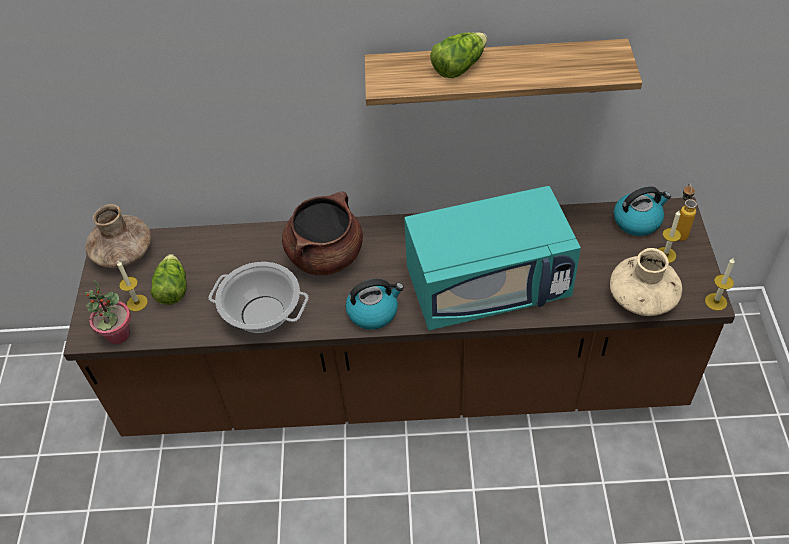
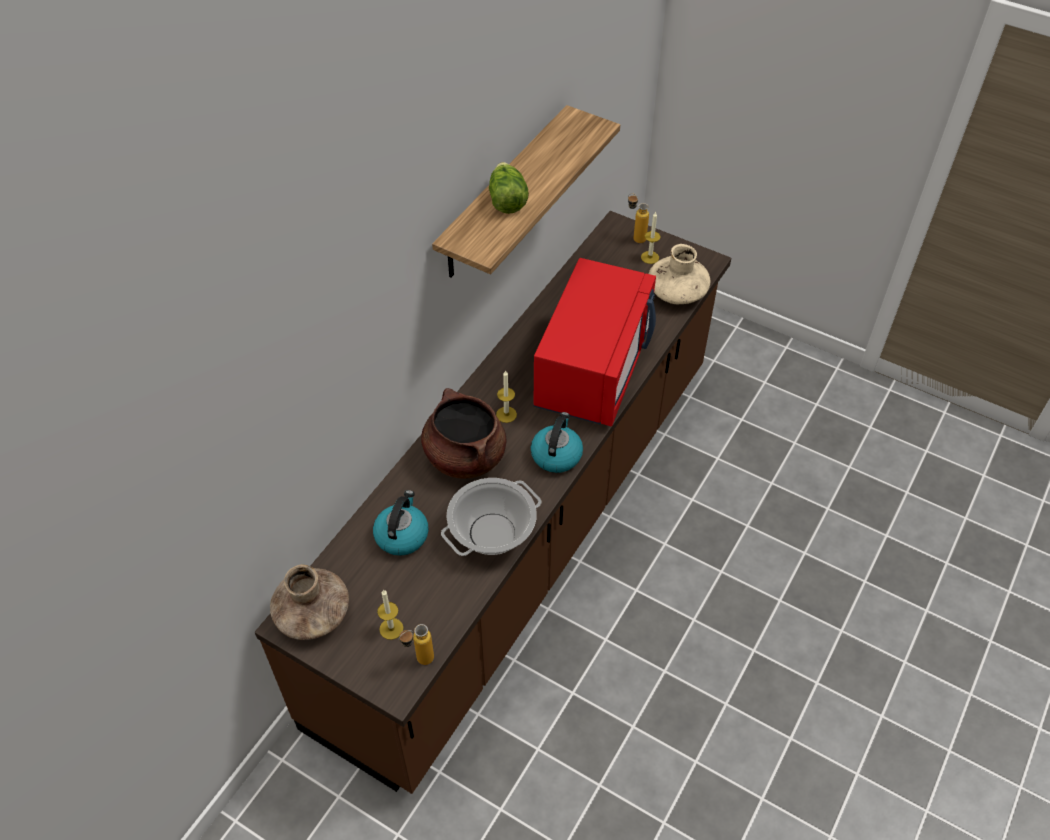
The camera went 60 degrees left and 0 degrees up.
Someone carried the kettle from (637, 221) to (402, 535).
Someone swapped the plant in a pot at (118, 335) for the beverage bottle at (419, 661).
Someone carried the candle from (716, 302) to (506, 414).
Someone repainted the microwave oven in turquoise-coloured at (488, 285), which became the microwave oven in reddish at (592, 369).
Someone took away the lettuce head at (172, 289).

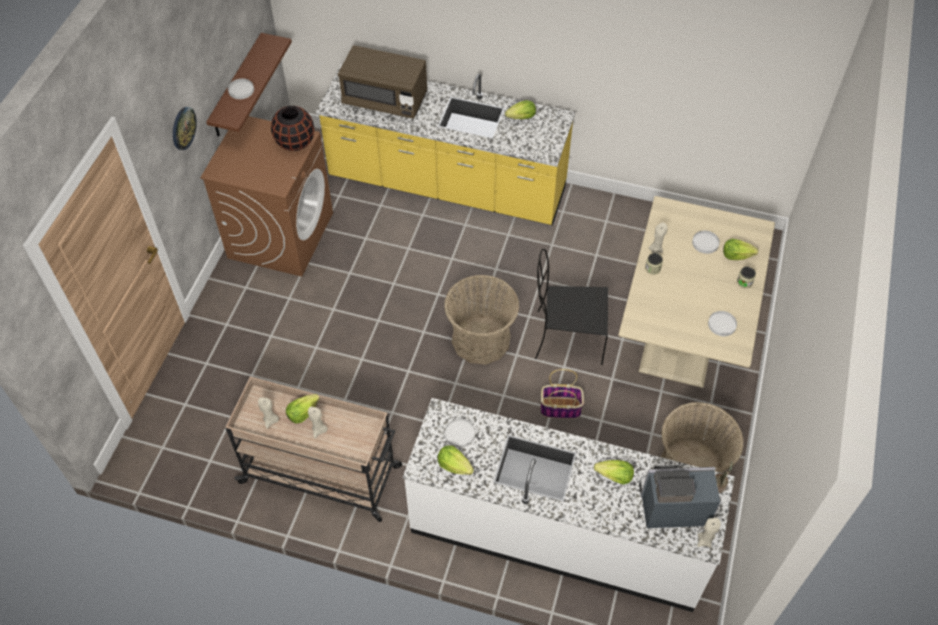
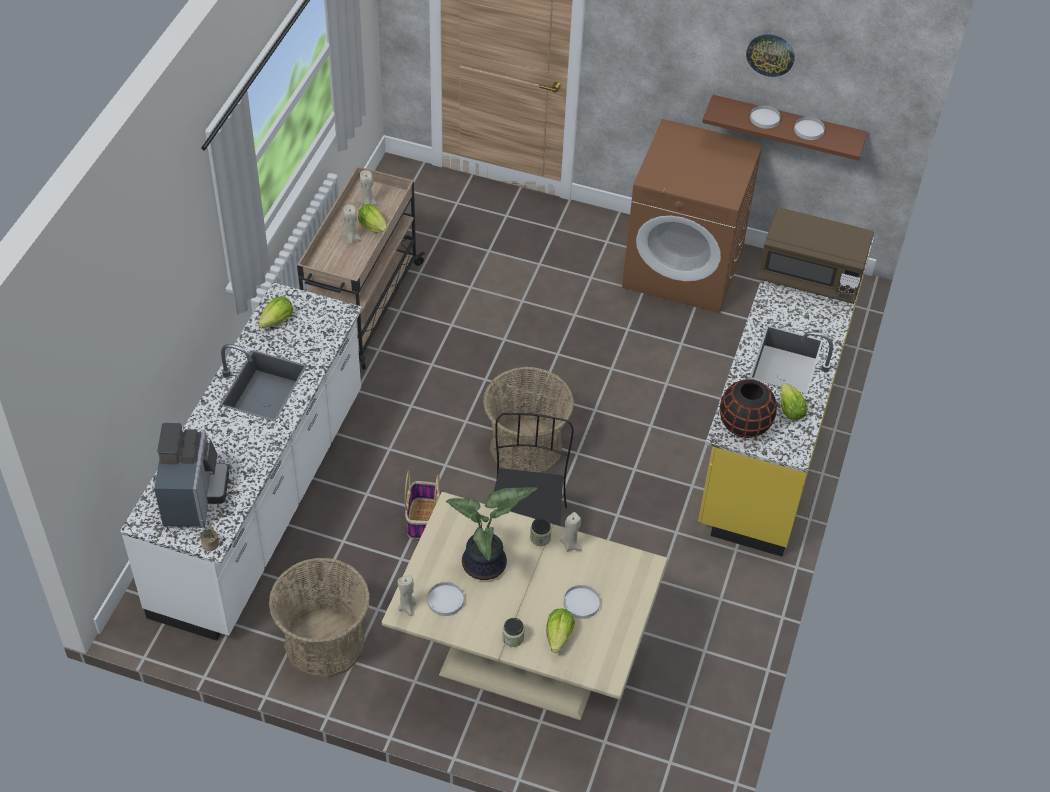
The camera went 90 degrees right and 5 degrees down.
Someone carried the candle in sand-coloured from (704, 540) to (407, 607).
Someone put down the plant in a pot at (486, 565).
Someone carried the decorative vase in black from (295, 142) to (744, 425).
Someone carried the wall clock from (183, 128) to (770, 54).
Someone rotated the microwave oven in brown-coloured at (385, 99) by 90 degrees counterclockwise.
Someone carried the dinner plate in whitish from (460, 434) to (808, 130).
Someone took away the lettuce head at (614, 476).

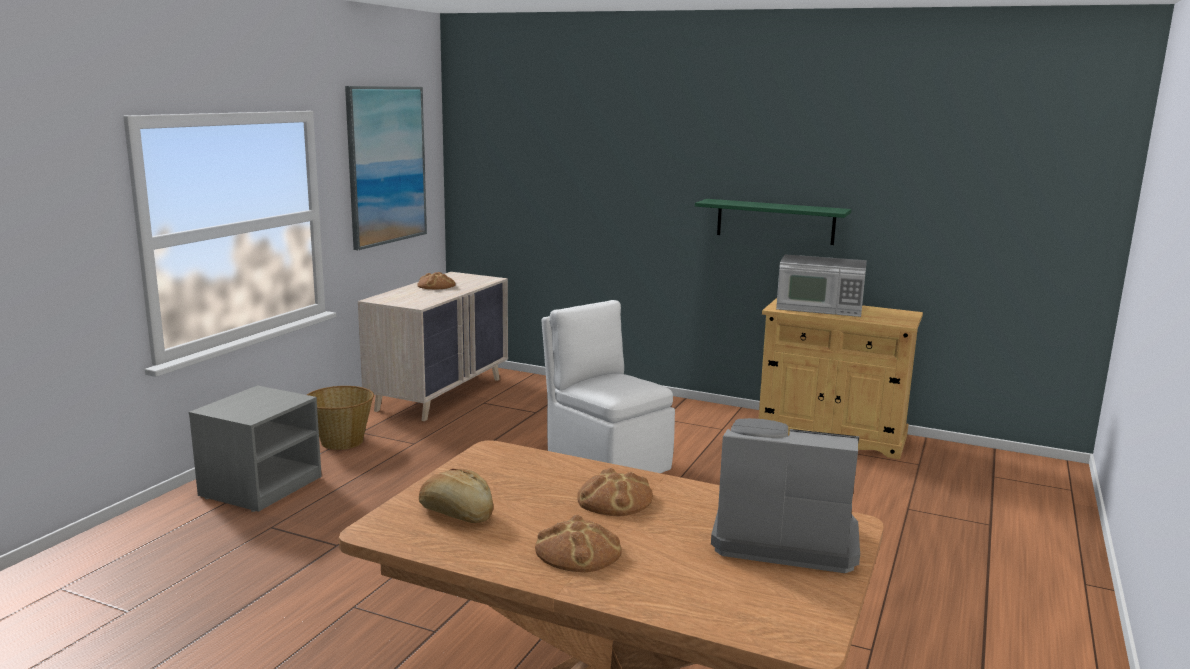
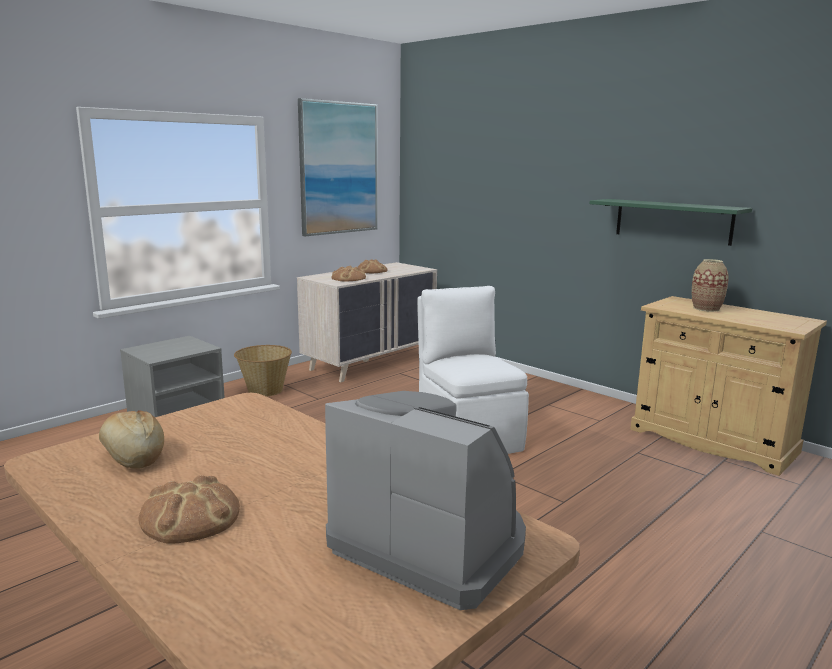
The camera went 20 degrees right and 0 degrees up.
Someone carried the bread from (614, 499) to (348, 278).
Someone swapped the microwave oven at (819, 308) for the decorative vase at (706, 308).

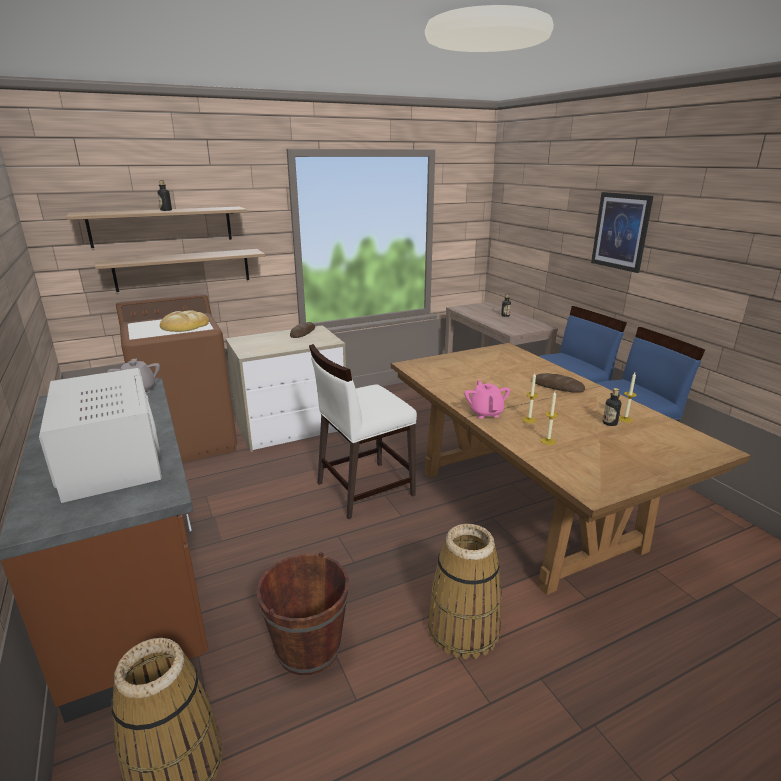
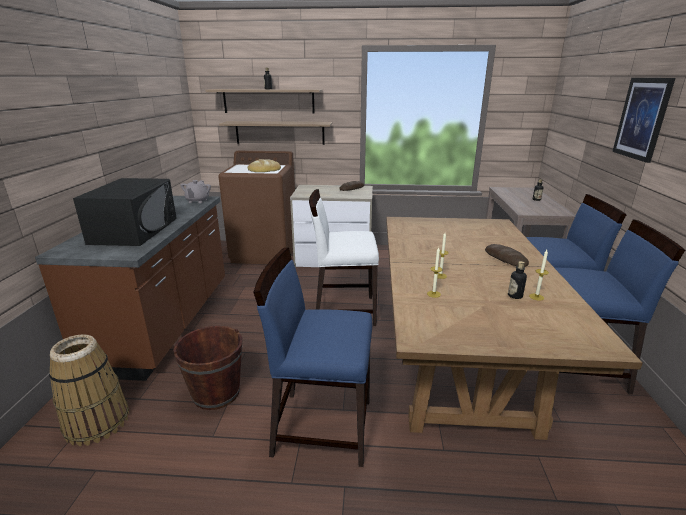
The camera went 30 degrees right and 0 degrees up.
Someone repainted the microwave oven in whitish at (111, 459), which became the microwave oven in black at (135, 230).
Someone swapped the basket at (463, 628) for the upright chair in bluish at (321, 426).
Someone took away the pot for tea in pinkish at (485, 413).

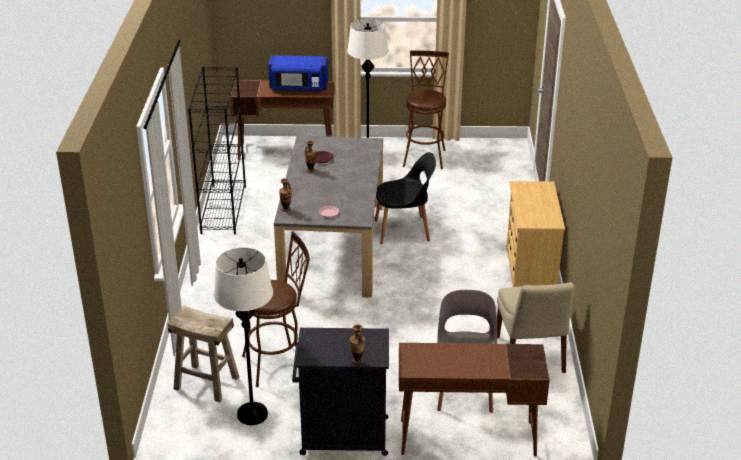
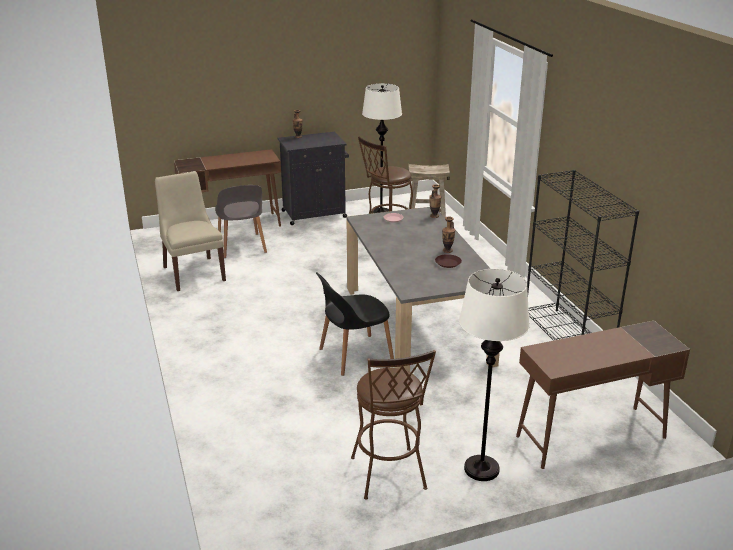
The camera went 160 degrees right and 5 degrees down.
Someone took away the microwave oven in bluish at (298, 87).
Someone took away the drawer chest in sand-coloured at (530, 271).

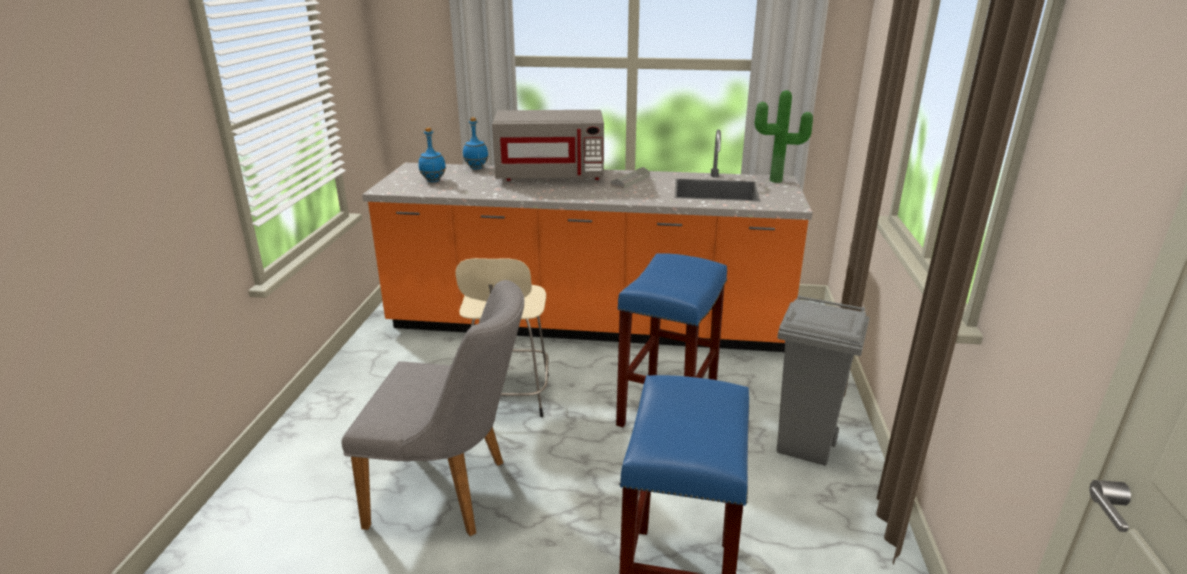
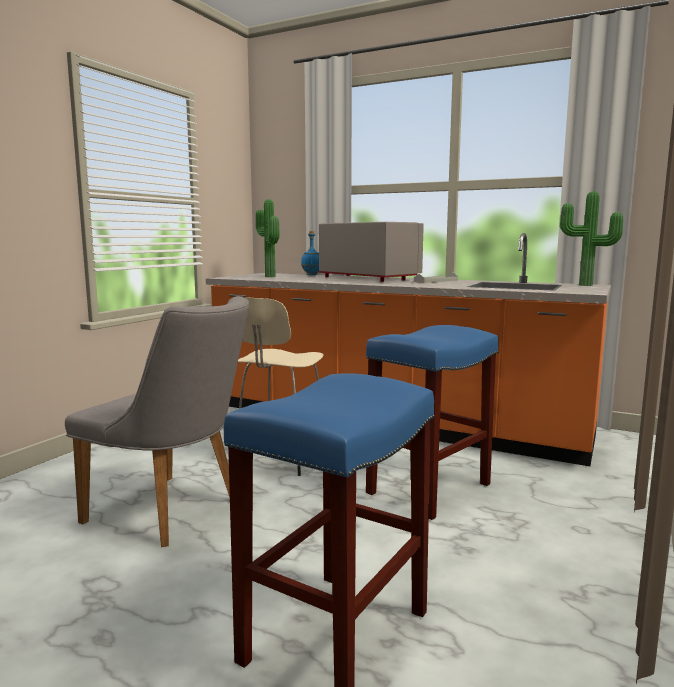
The camera went 20 degrees right and 15 degrees down.
Someone swapped the beverage bottle in bluish at (433, 181) for the plant in a pot at (268, 276).
Someone rotated the microwave oven in grey at (551, 176) by 150 degrees counterclockwise.
Someone took away the waste bin in grey at (805, 447).

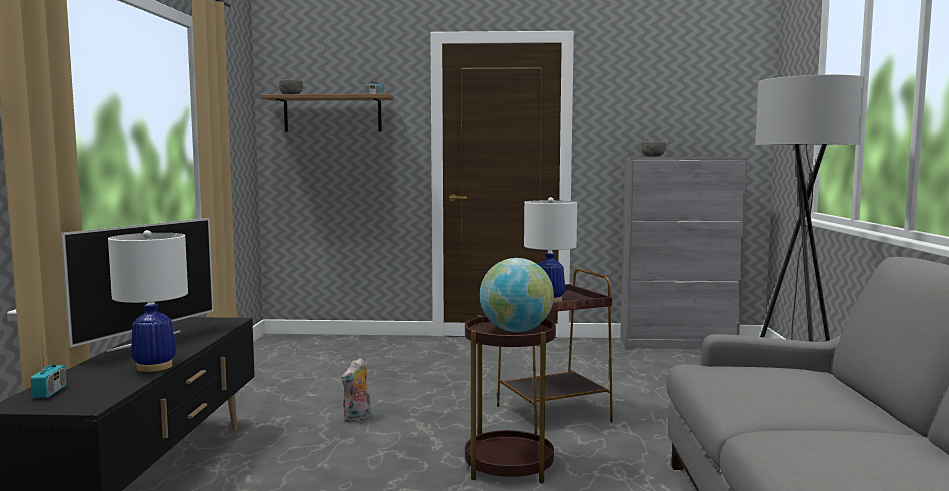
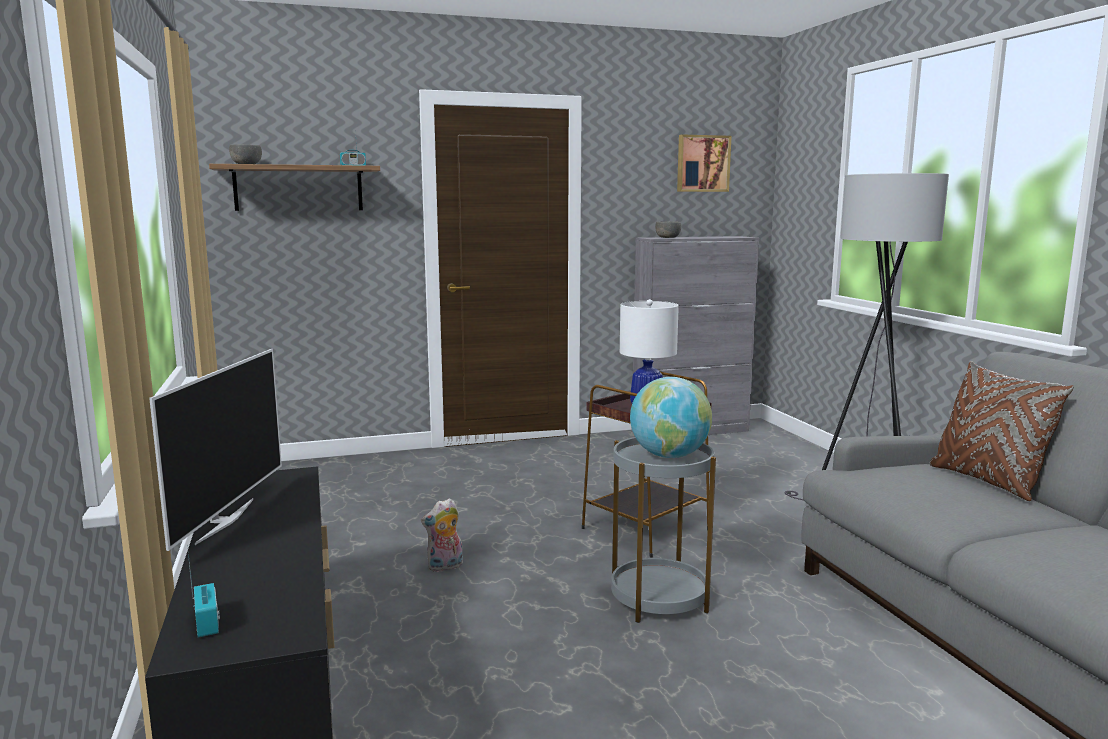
The camera went 20 degrees left and 5 degrees up.
Someone rotated the plush toy at (358, 418) by 45 degrees clockwise.
Someone repainted the side table in brown-coloured at (509, 466), which became the side table in grey at (659, 599).
Someone put up the picture at (702, 163).
Someone put down the pillow in brown-coloured at (987, 481).
Someone took away the lamp for a table in whitish at (154, 367).

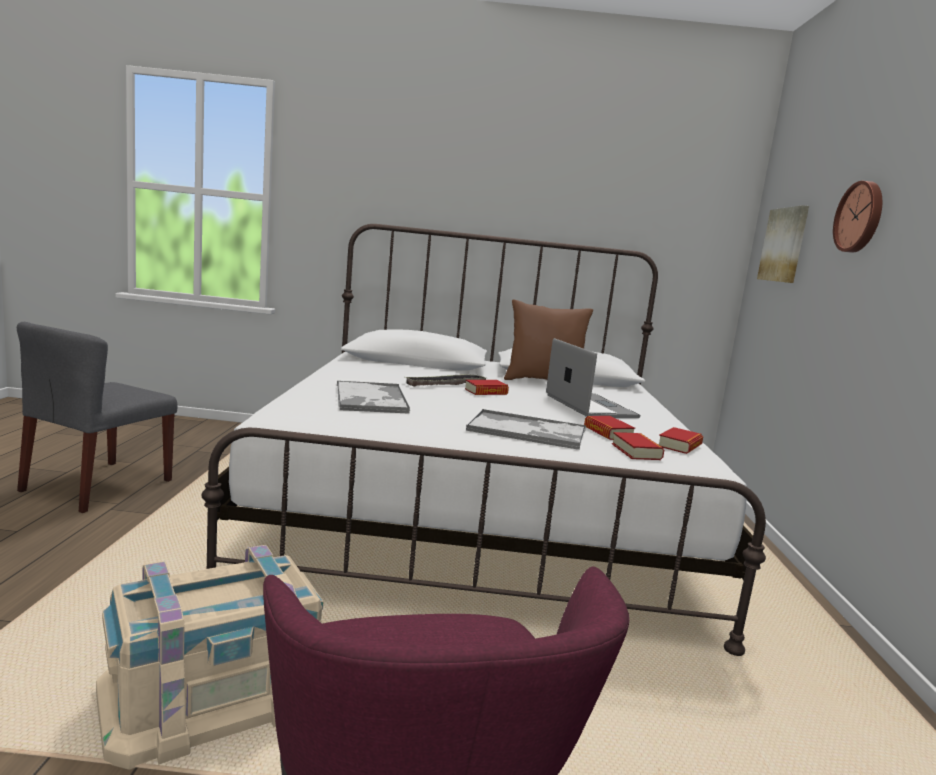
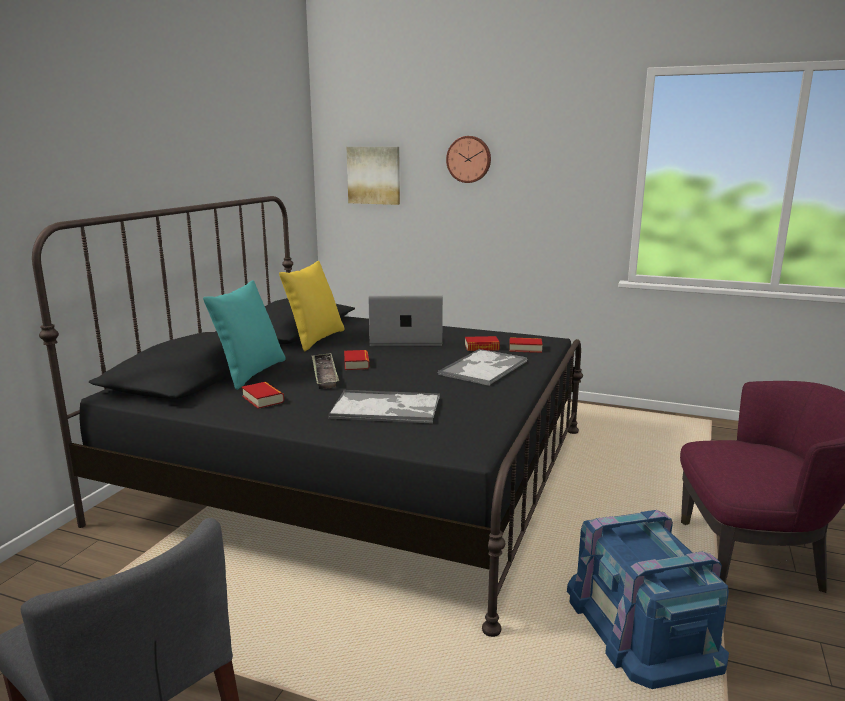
The camera went 70 degrees left and 5 degrees up.
Someone repainted the bedroom bed in whitish at (477, 512), which became the bedroom bed in black at (360, 472).
Someone put down the pillow in turquoise-coloured at (250, 373).
Someone carried the book from (679, 446) to (263, 399).
Someone repainted the pillow in brown-coloured at (544, 381), which became the pillow in yellowish at (315, 339).
Someone repainted the storage bin in sand-coloured at (215, 694), which became the storage bin in bluish at (642, 625).

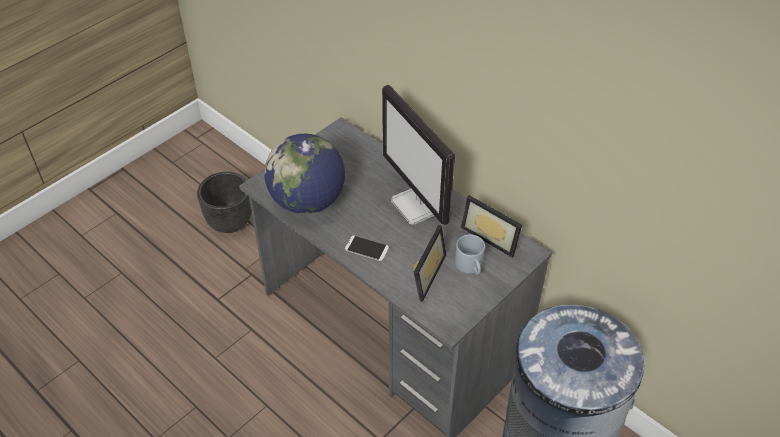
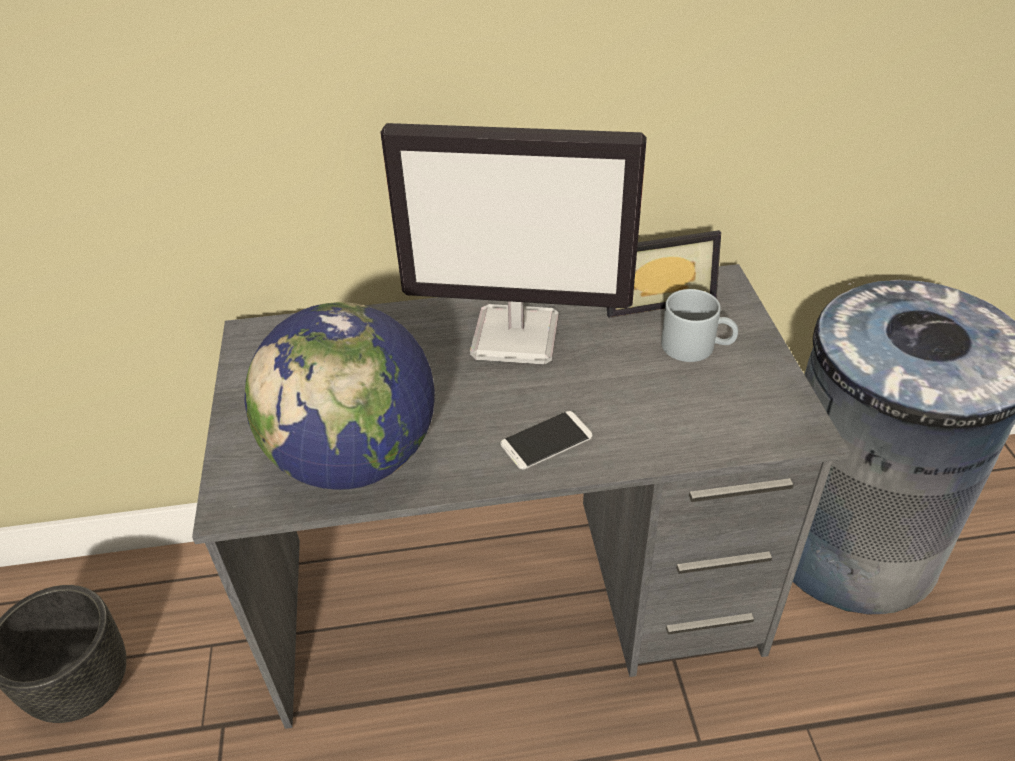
The camera went 50 degrees left and 5 degrees down.
Someone took away the picture frame at (423, 274).

